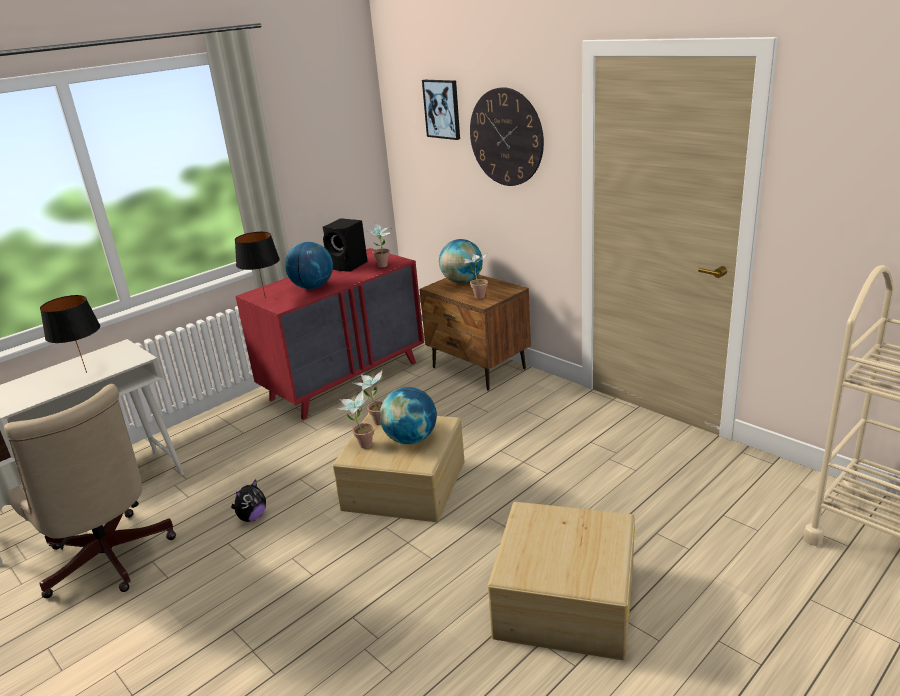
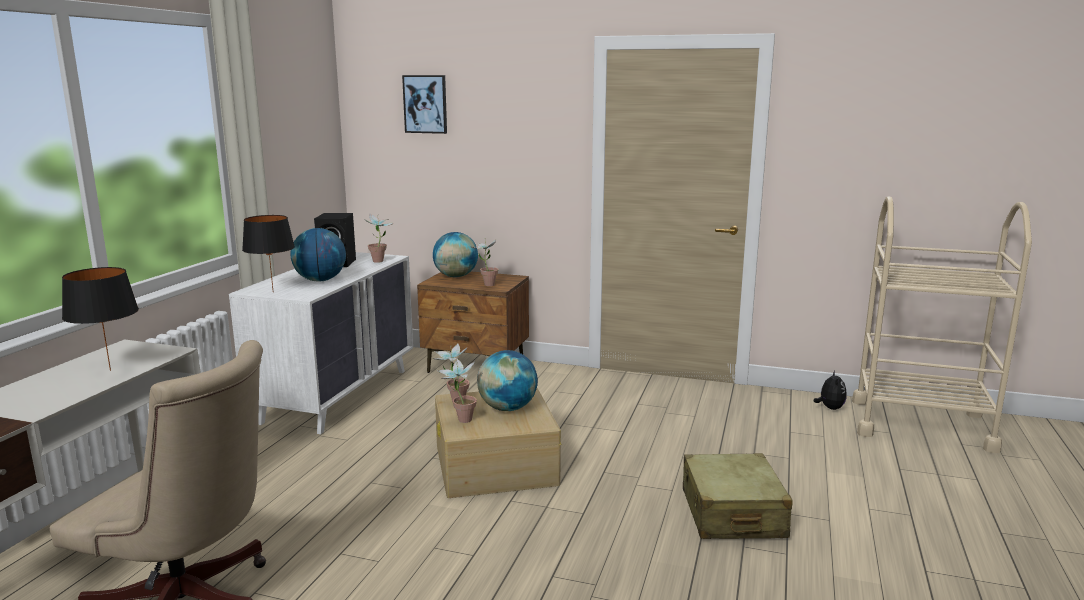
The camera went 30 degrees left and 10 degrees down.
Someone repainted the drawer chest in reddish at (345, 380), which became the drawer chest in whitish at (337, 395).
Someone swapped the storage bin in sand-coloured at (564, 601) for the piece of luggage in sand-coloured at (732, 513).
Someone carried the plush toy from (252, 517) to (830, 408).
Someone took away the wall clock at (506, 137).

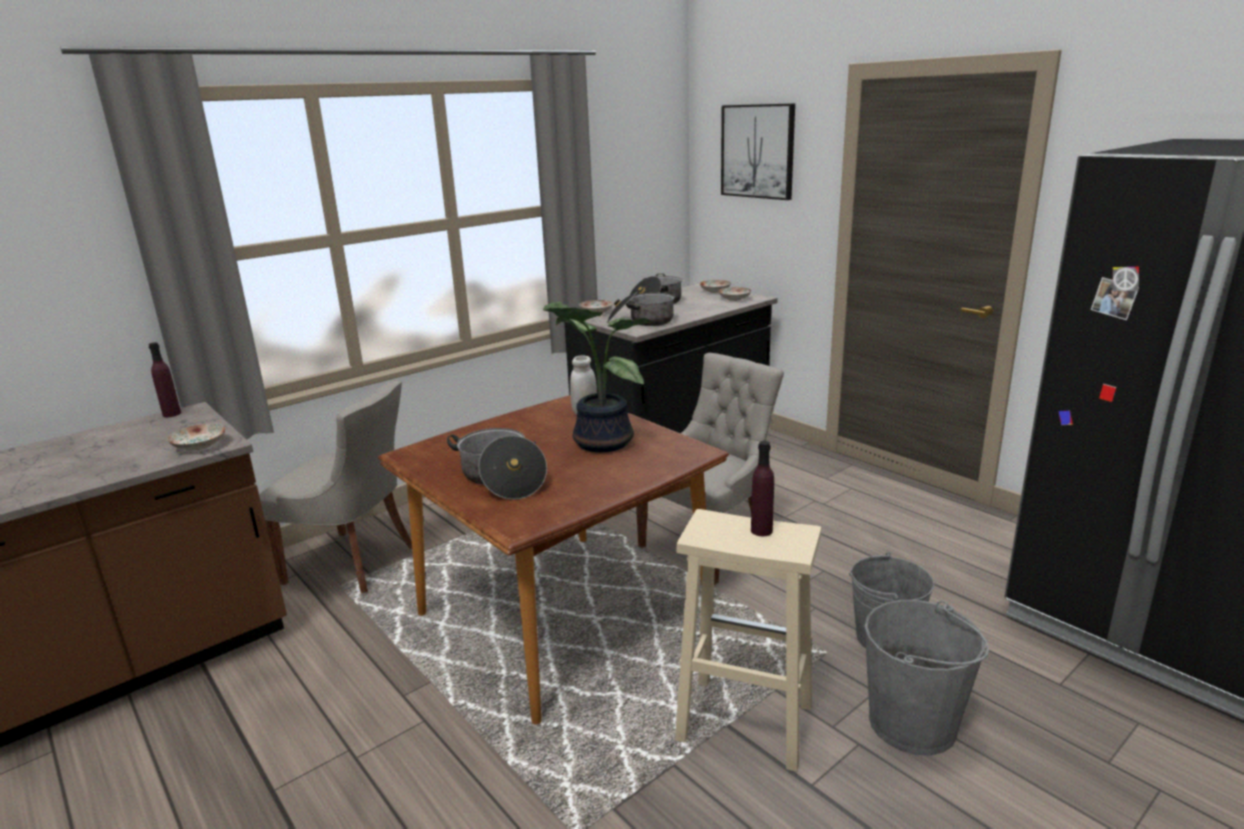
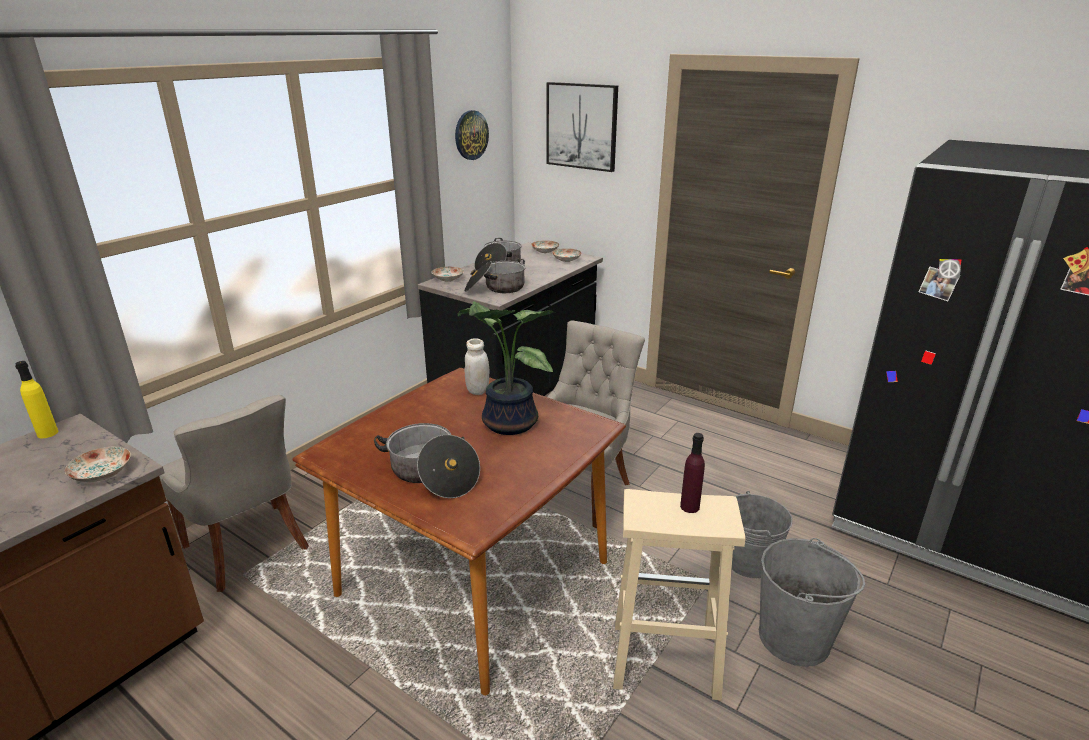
The camera went 15 degrees left and 5 degrees up.
Someone repainted the beverage bottle in purple-coloured at (172, 414), which became the beverage bottle in yellowish at (47, 433).
Someone rotated the upright chair in grey at (354, 563) by 45 degrees clockwise.
Someone put up the wall clock at (471, 135).

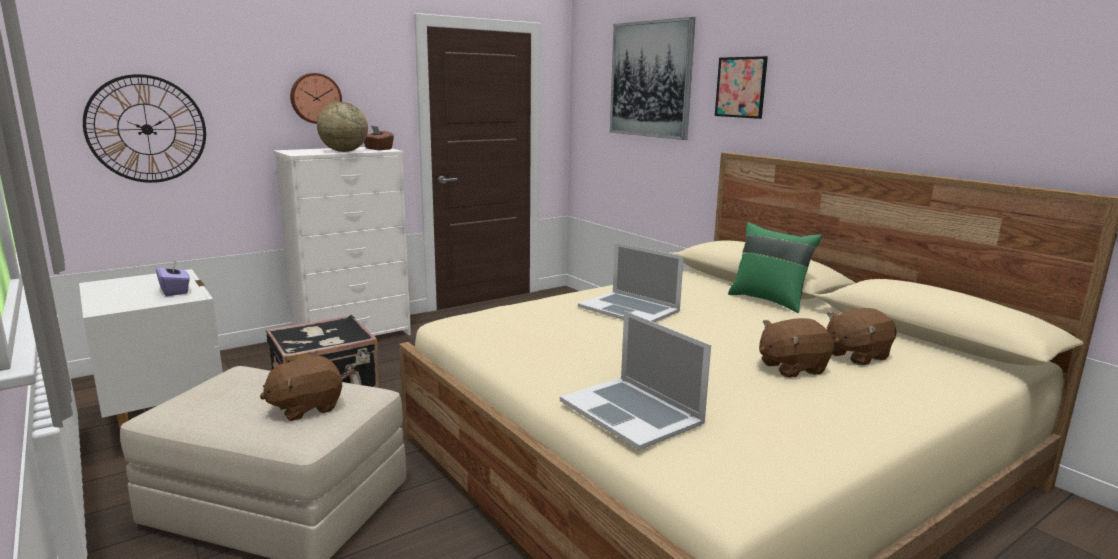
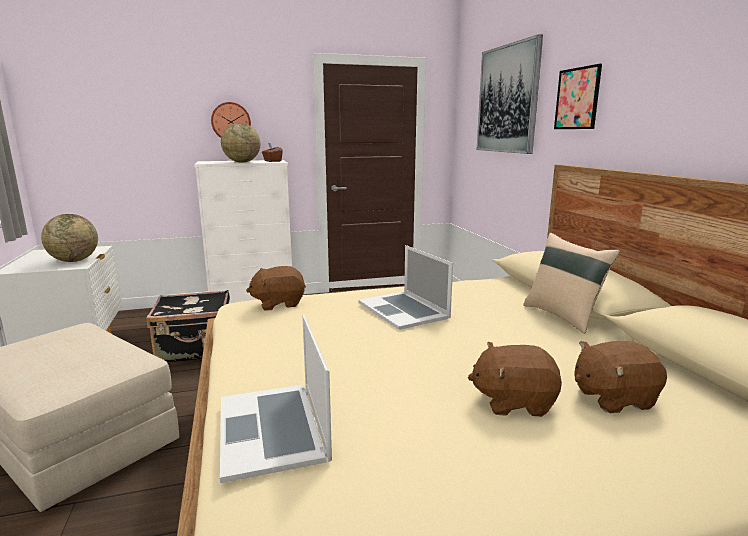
The camera went 20 degrees right and 0 degrees up.
Someone swapped the tissue box in purple-coloured at (175, 291) for the desk globe at (74, 260).
Someone carried the plush toy in brown-coloured from (305, 408) to (278, 304).
Someone repainted the pillow in green-coloured at (769, 300), which became the pillow in sand-coloured at (563, 316).
Someone took away the wall clock at (147, 129).

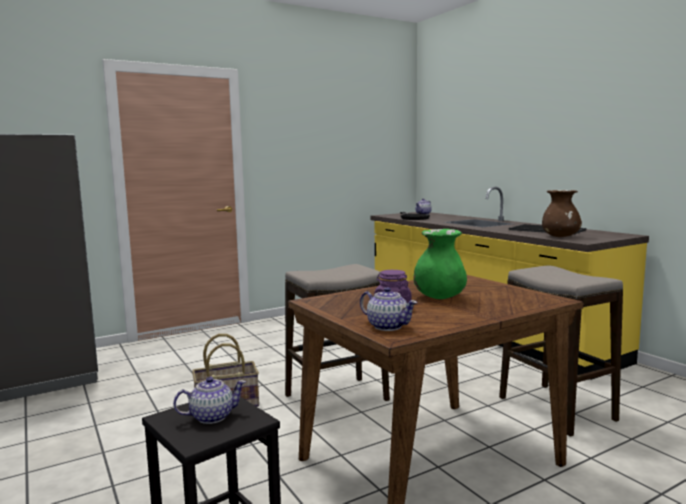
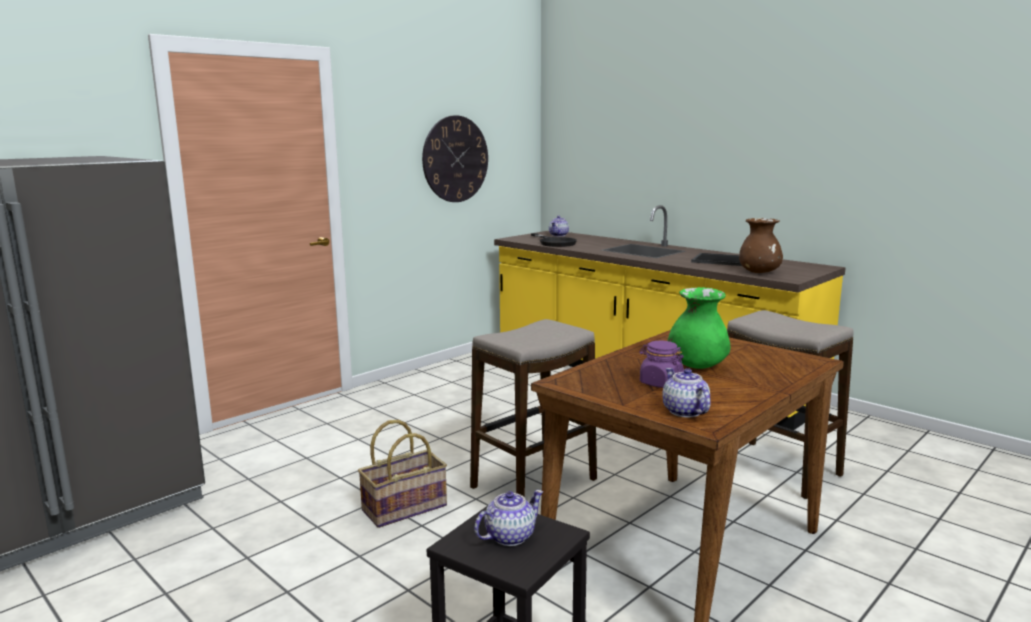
The camera went 15 degrees left and 5 degrees up.
Someone put up the wall clock at (455, 159).
Someone rotated the pot for tea at (387, 326) by 135 degrees counterclockwise.

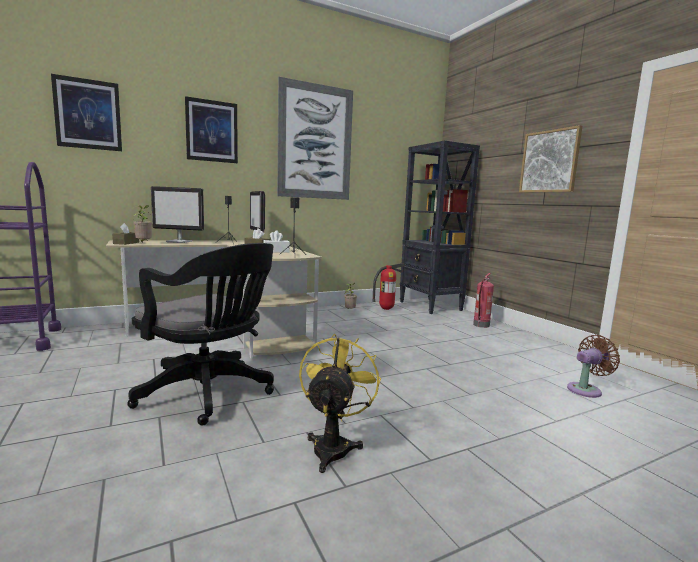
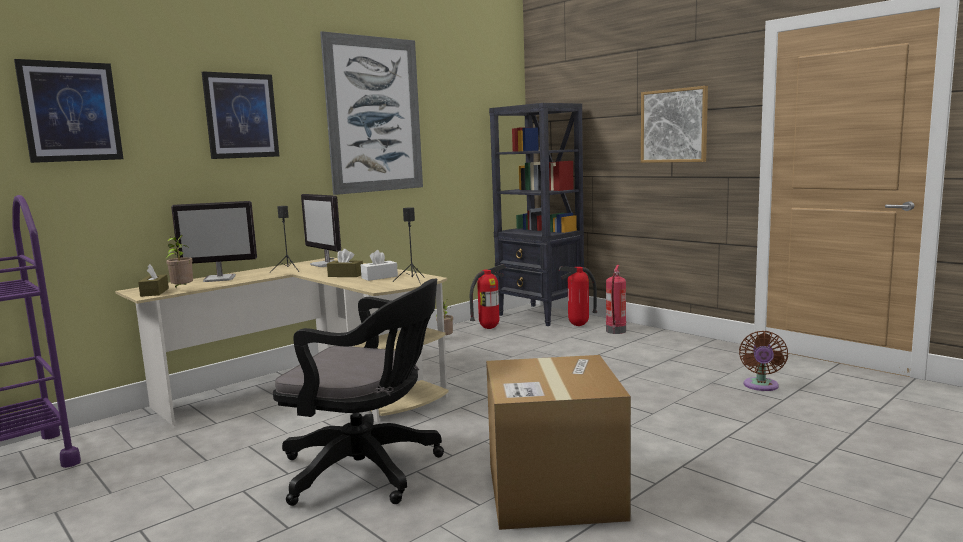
The camera went 15 degrees left and 0 degrees up.
Someone swapped the cooling fan in yellowish at (333, 445) for the cardboard box at (554, 492).
Someone put down the extinguisher at (578, 325).
Someone rotated the cooling fan in brown-coloured at (586, 390) by 150 degrees clockwise.

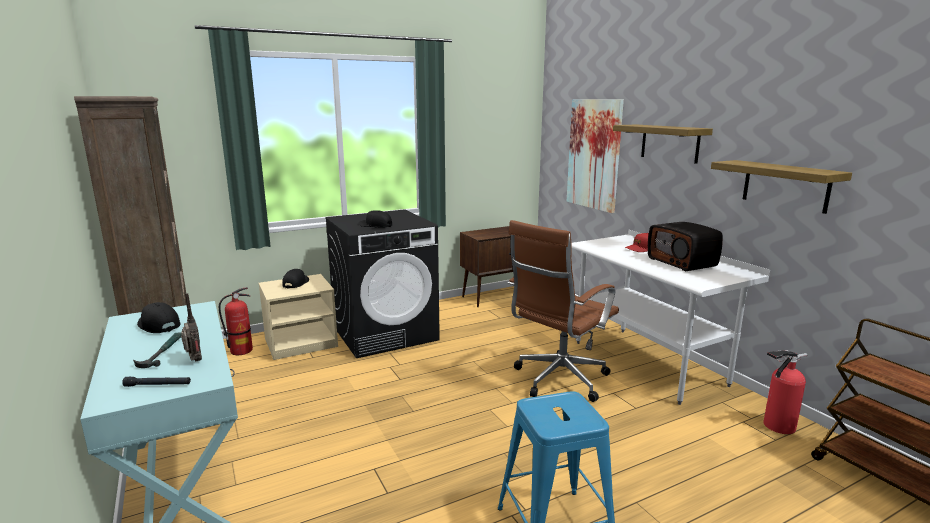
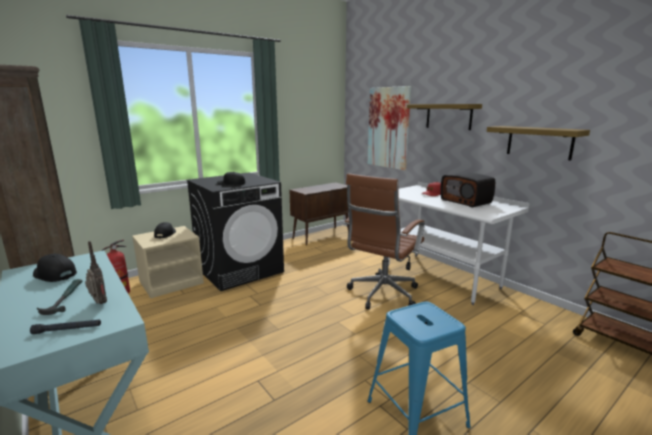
The camera went 10 degrees left and 0 degrees up.
Someone took away the extinguisher at (776, 426).

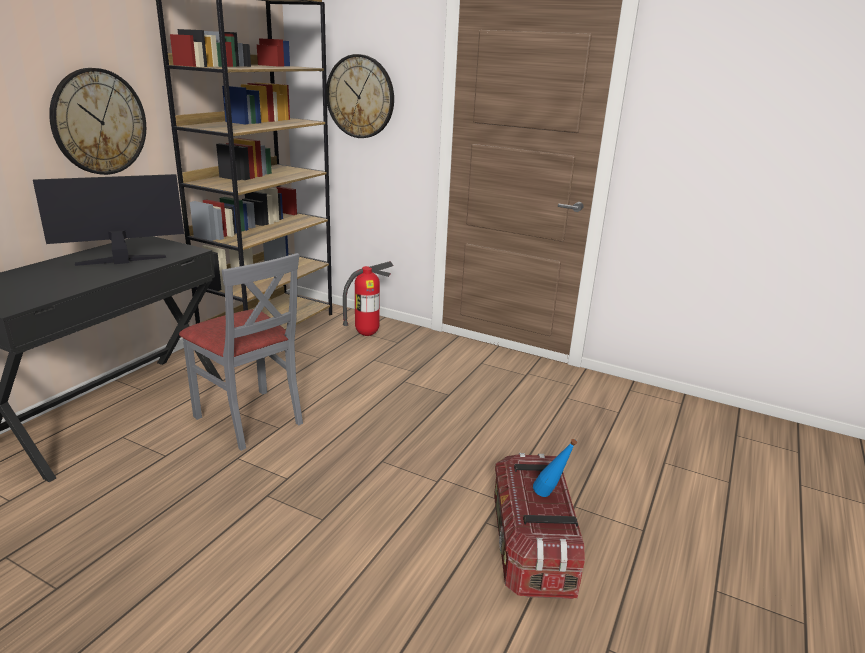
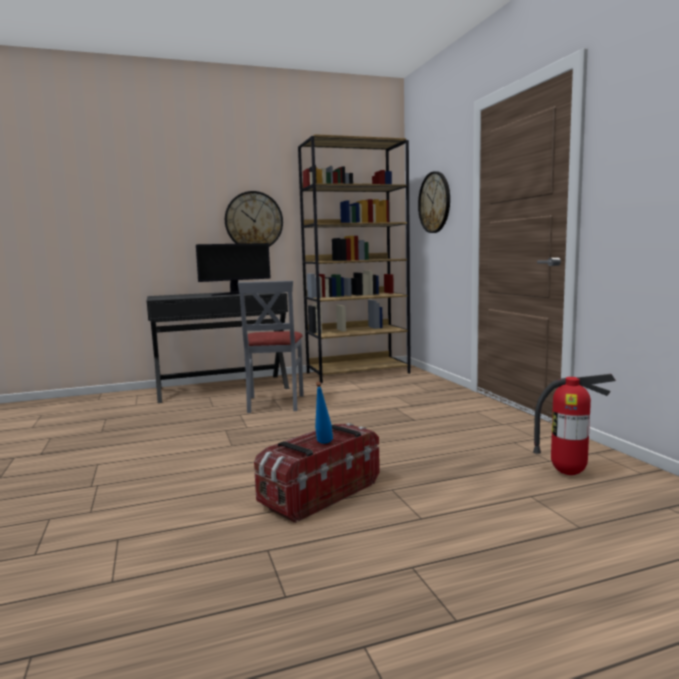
The camera went 45 degrees right and 15 degrees down.
Someone rotated the computer screen at (121, 261) by 135 degrees clockwise.
Someone carried the extinguisher from (367, 334) to (568, 473).

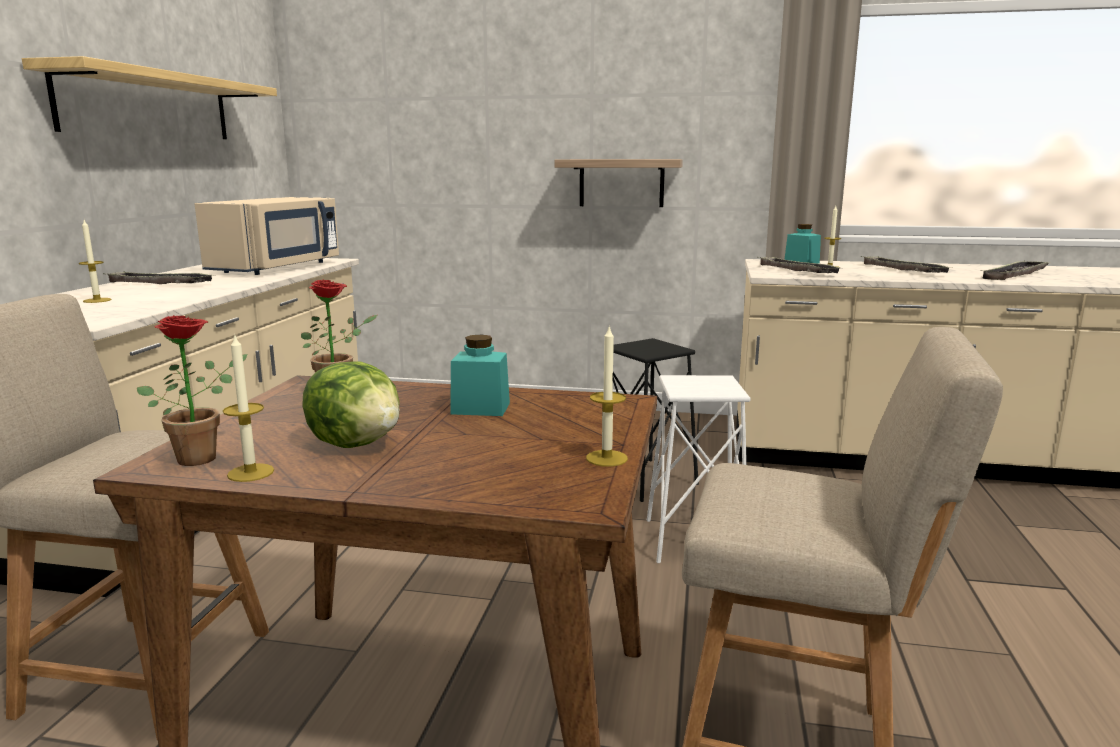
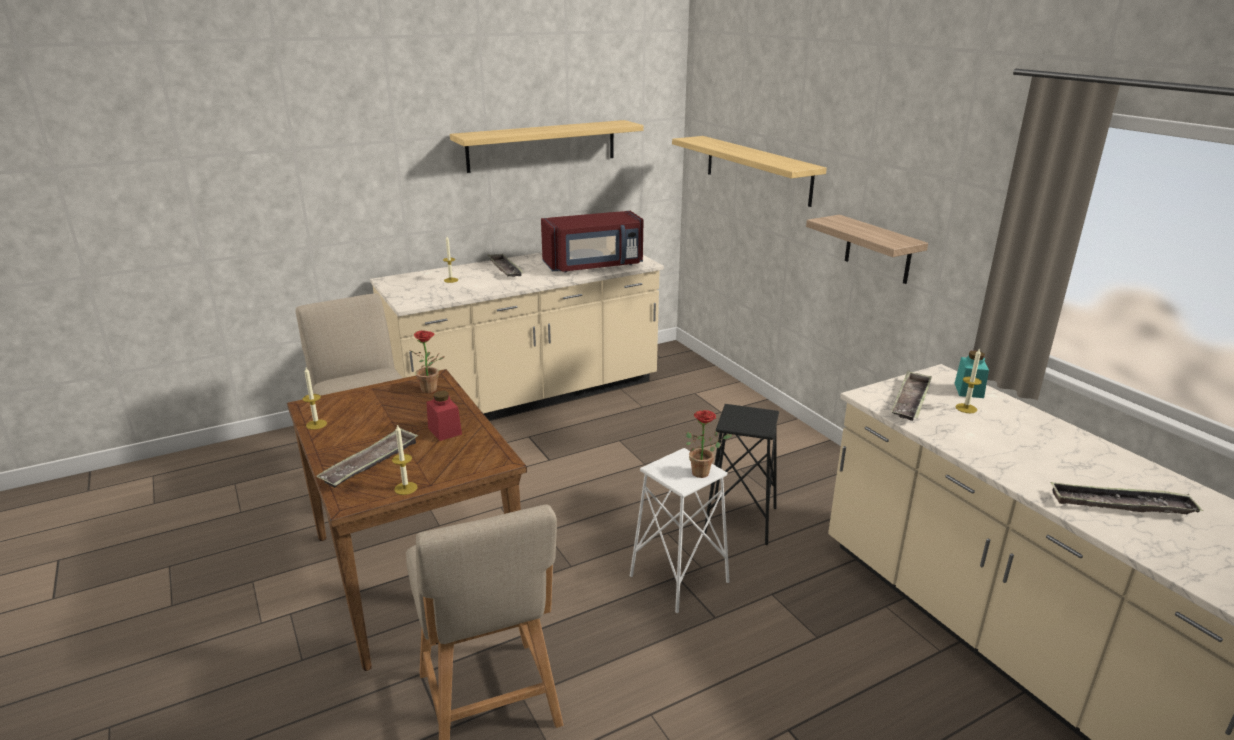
The camera went 50 degrees right and 10 degrees up.
Someone carried the serving tray from (903, 270) to (371, 463).
Someone repainted the jar in turquoise-coloured at (480, 408), which became the jar in reddish at (445, 431).
Someone repainted the microwave oven in sand-coloured at (279, 267), which became the microwave oven in reddish at (594, 265).
Someone put up the bracket shelf at (757, 169).
Someone carried the plant in a pot from (204, 456) to (704, 472).
Someone took away the lettuce head at (357, 443).

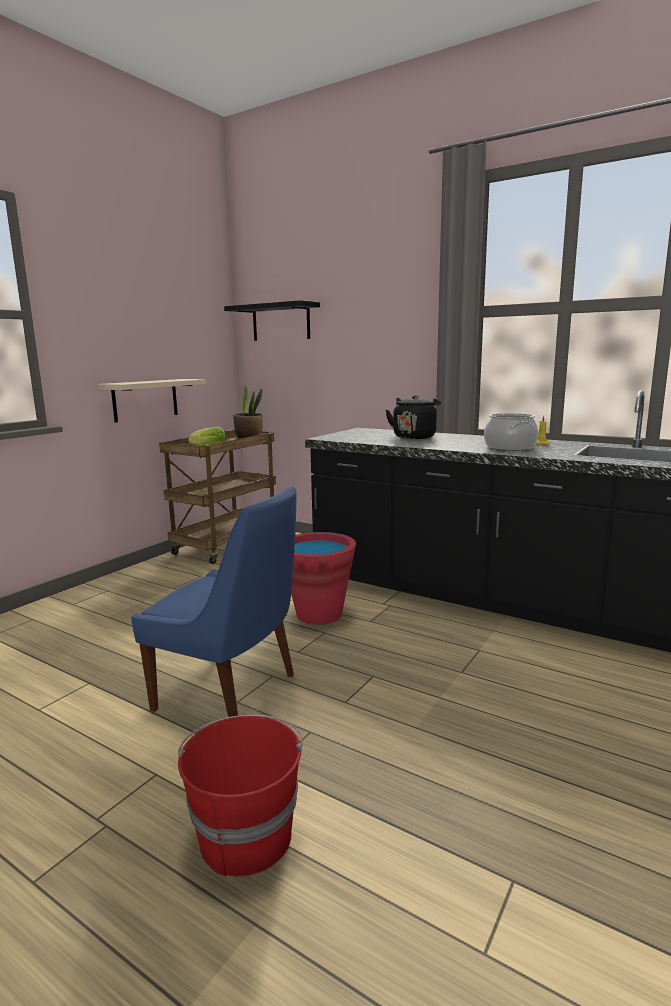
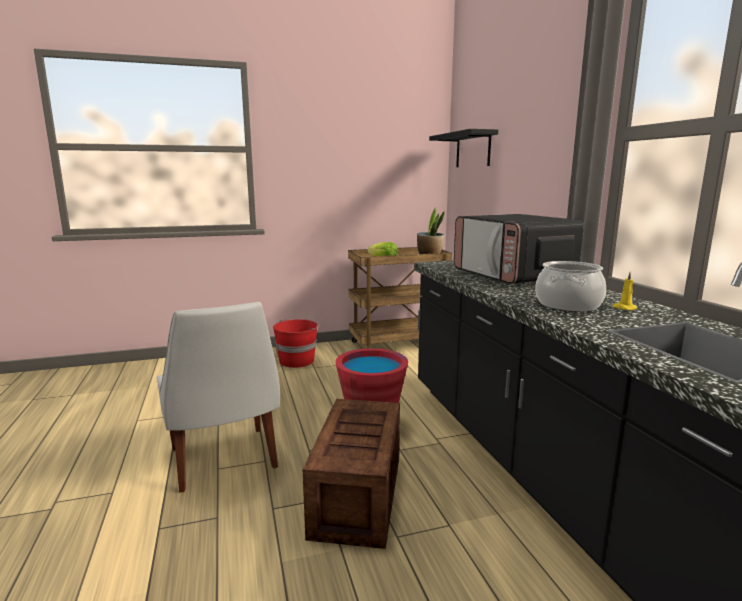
The camera went 40 degrees right and 0 degrees up.
Someone repainted the upright chair in bluish at (231, 693), which became the upright chair in whitish at (224, 460).
Someone carried the water bucket in reddish from (245, 835) to (297, 360).
Someone put down the packing crate at (357, 494).
Someone swapped the kettle in black at (414, 437) for the microwave oven at (513, 275).
Someone took away the bracket shelf in sand-coloured at (145, 399).

